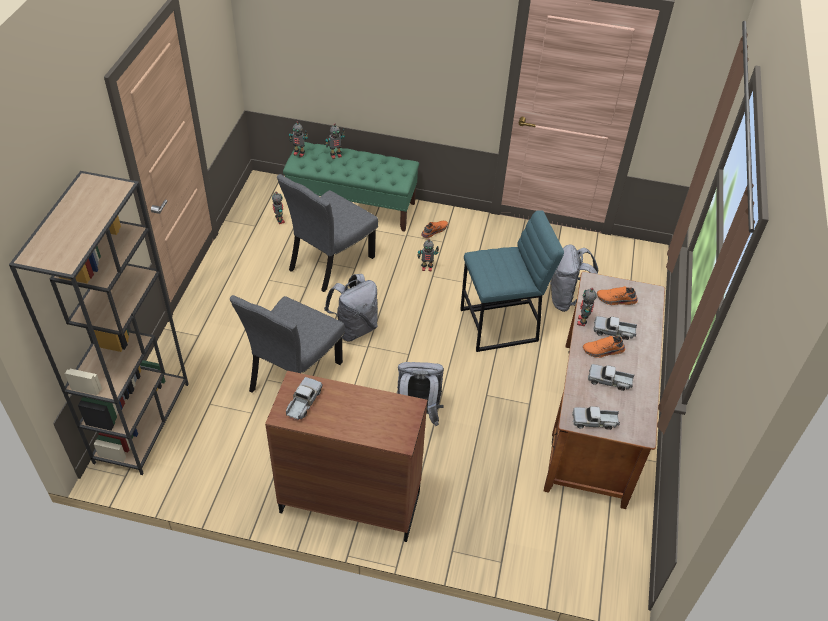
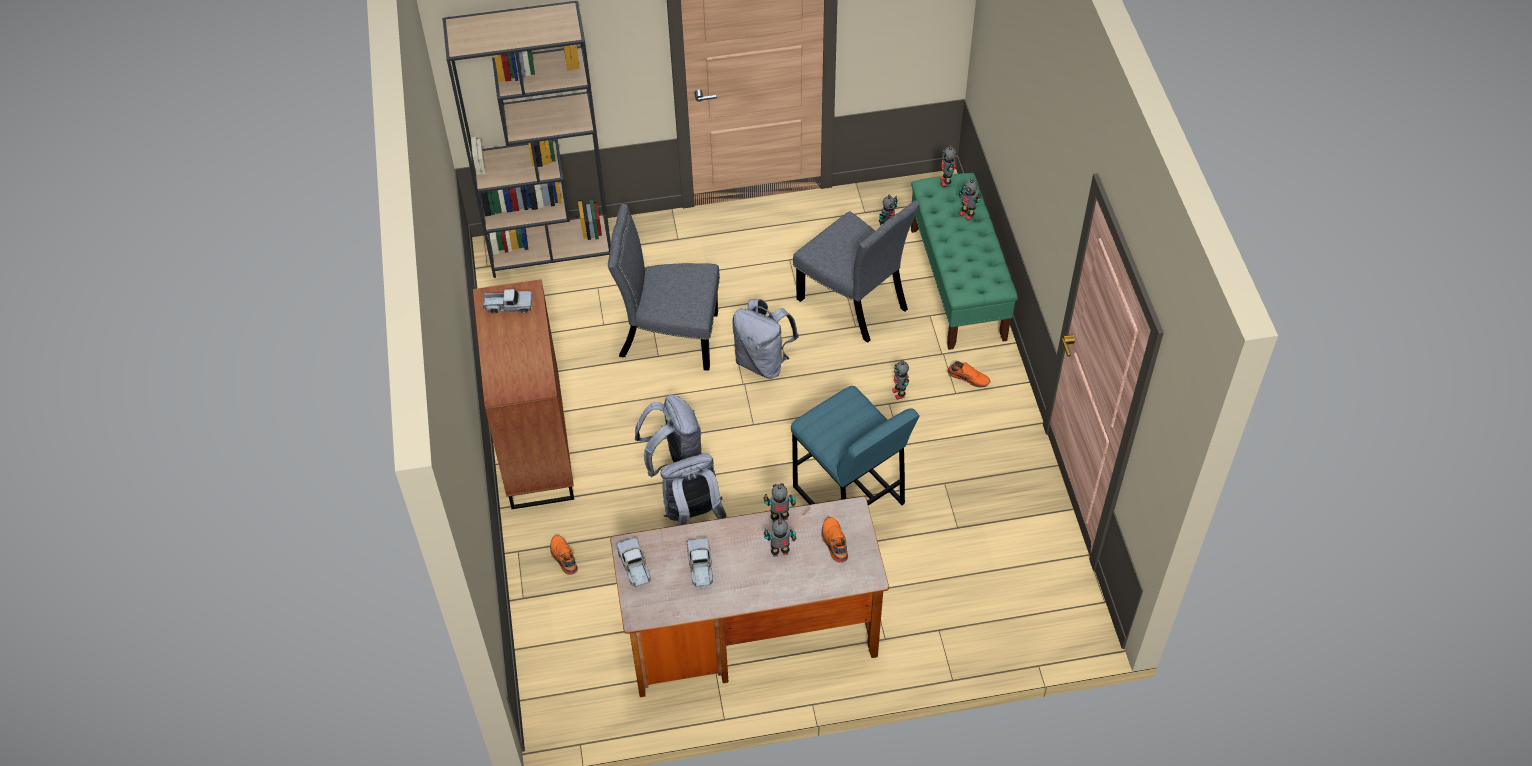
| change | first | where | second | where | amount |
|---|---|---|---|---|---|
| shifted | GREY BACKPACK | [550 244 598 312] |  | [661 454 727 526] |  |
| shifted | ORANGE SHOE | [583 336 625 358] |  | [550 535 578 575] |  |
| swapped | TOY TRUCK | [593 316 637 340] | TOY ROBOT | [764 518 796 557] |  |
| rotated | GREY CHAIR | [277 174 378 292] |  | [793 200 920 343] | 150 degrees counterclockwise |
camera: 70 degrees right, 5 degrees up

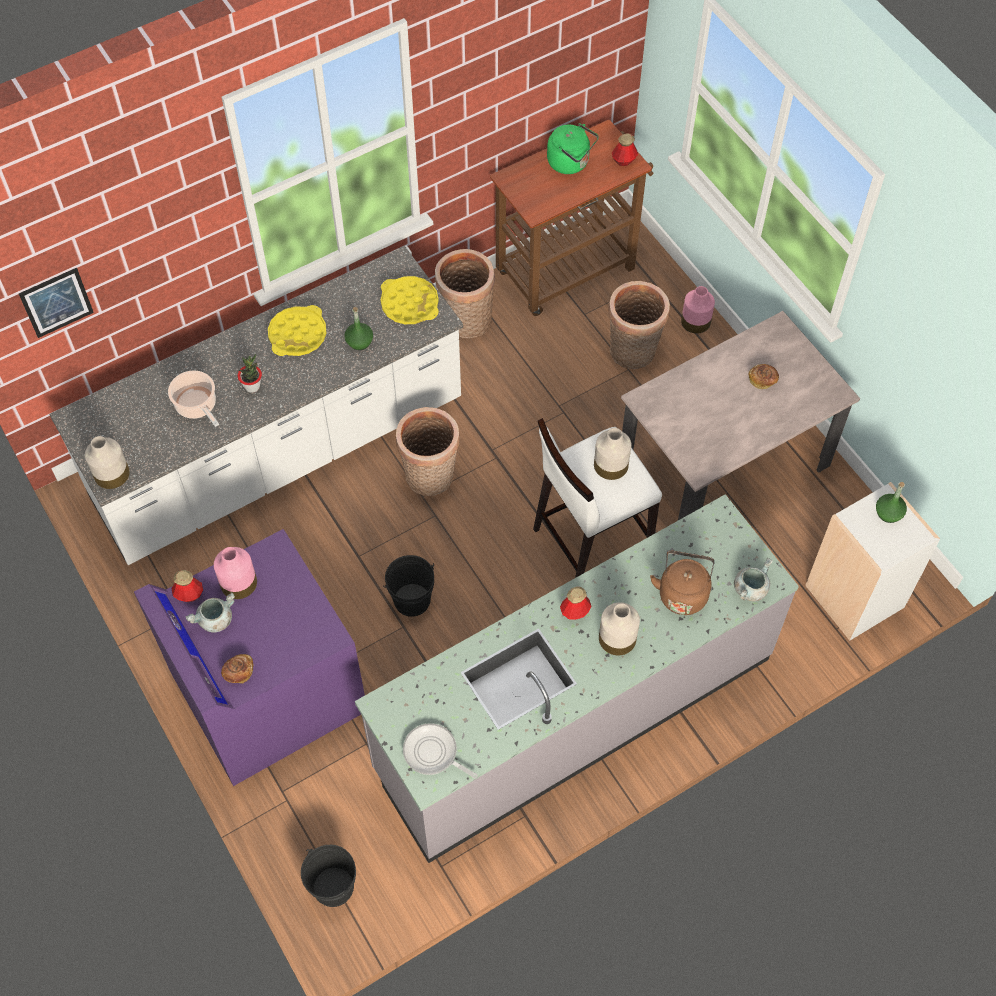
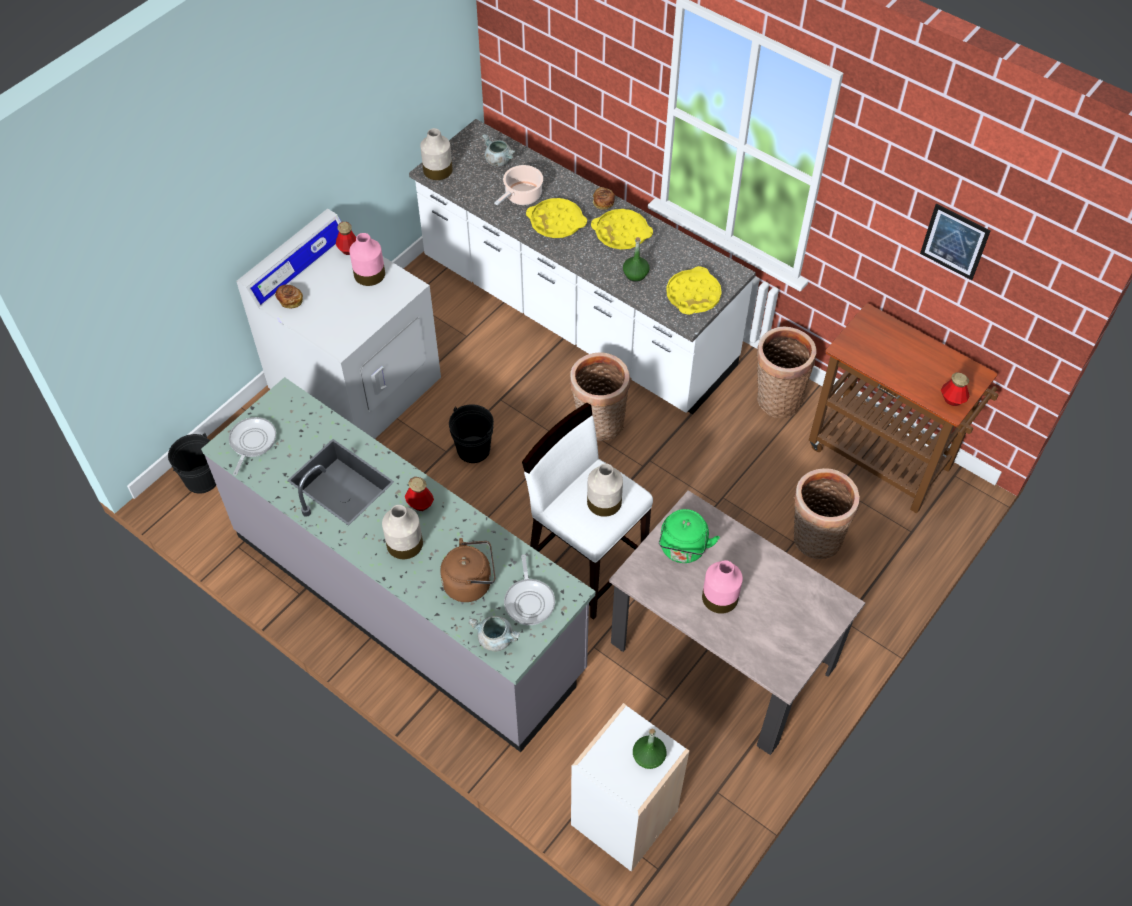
| change | first | where | second | where | amount |
|---|---|---|---|---|---|
| new |  |  | FRYING PAN | [504 554 555 625] |  |
| shifted | PICTURE | [19 268 94 338] |  | [920 204 990 280] |  |
| shifted | GREY COOKING POT | [185 592 235 632] |  | [482 134 515 167] |  |
| shifted | GREEN KETTLE | [547 123 599 174] |  | [659 509 720 563] |  |
| shifted | PINK VASE | [681 286 715 333] |  | [702 560 743 614] |  |
| shifted | BREAD | [749 364 779 389] |  | [593 187 615 210] |  |
| swapped | POTTED PLANT | [238 354 262 393] | YELLOW TRAY | [526 198 587 238] |  |
| repainted | PURPLE WASHING MACHINE | [134 529 365 786] | WHITE WASHING MACHINE | [236 208 441 439] |  |
camera: 70 degrees right, 5 degrees down

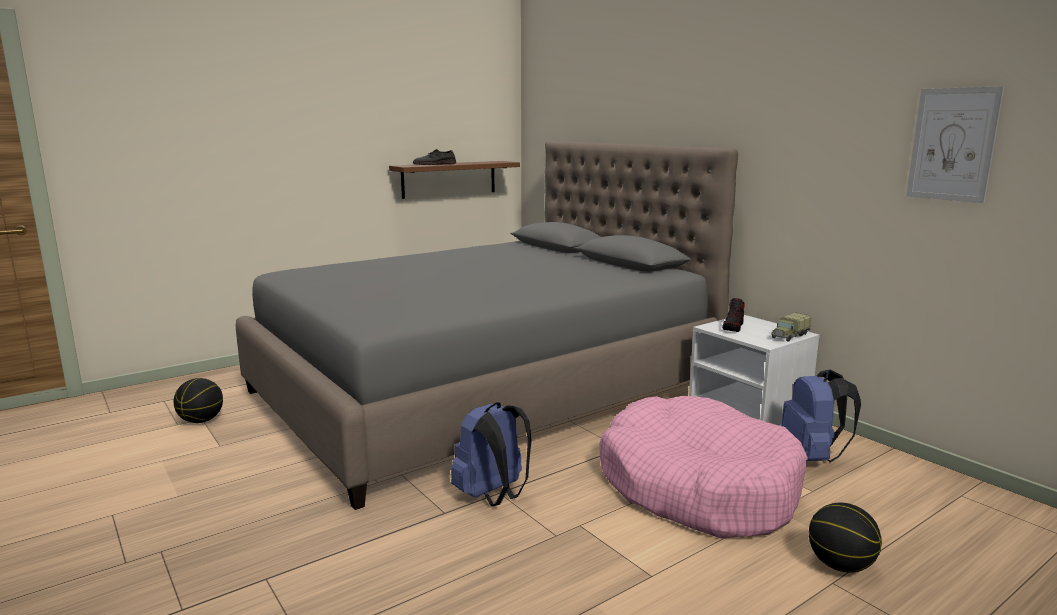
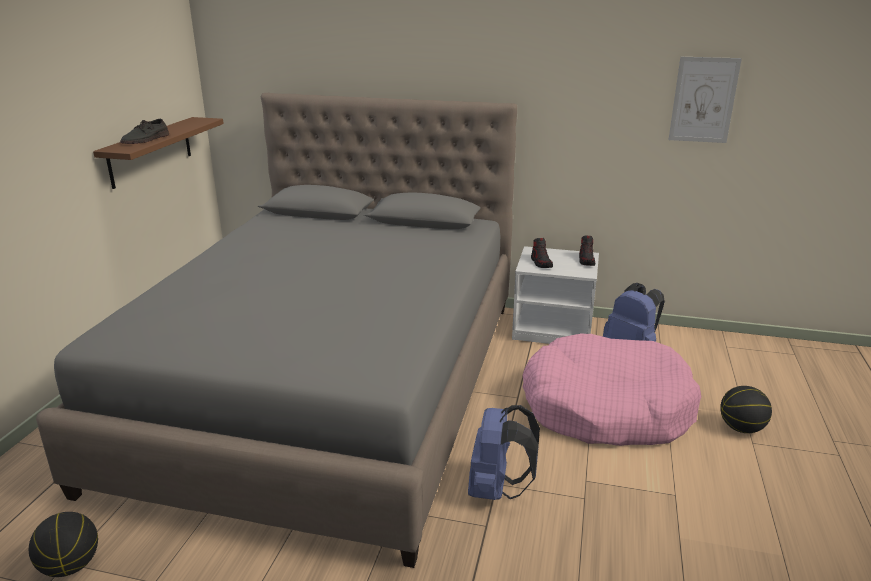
| change | first | where | second | where | amount |
|---|---|---|---|---|---|
| swapped | TOY TRUCK | [771 312 811 342] | SHOE | [579 236 595 266] |  |
camera: 40 degrees left, 10 degrees up

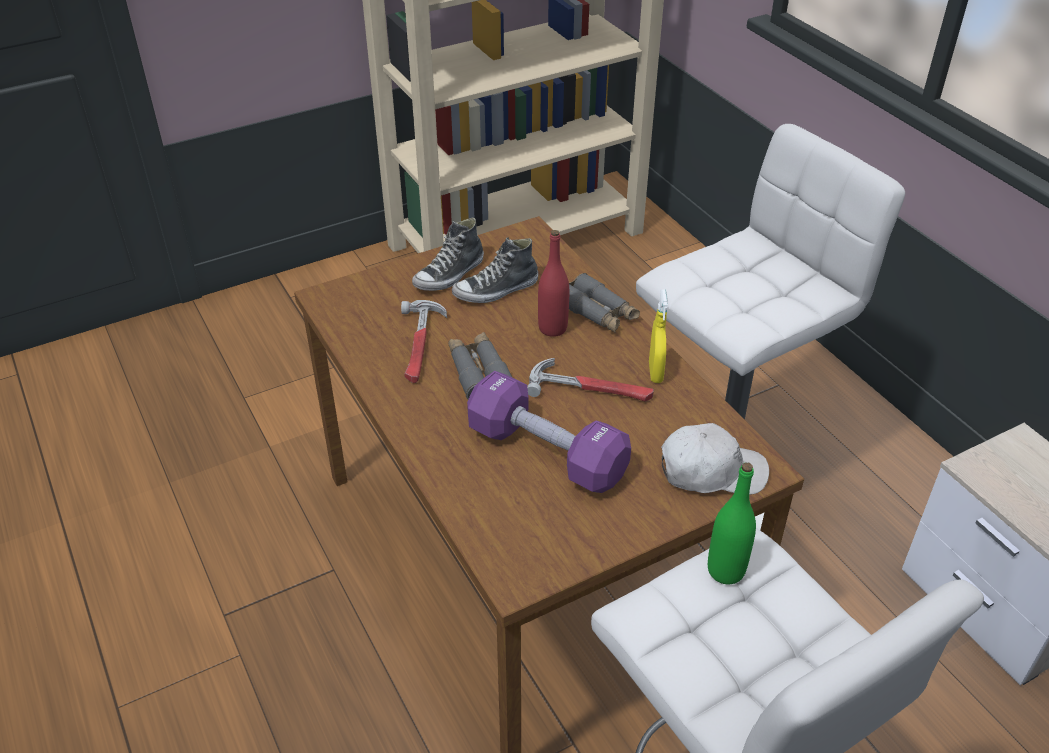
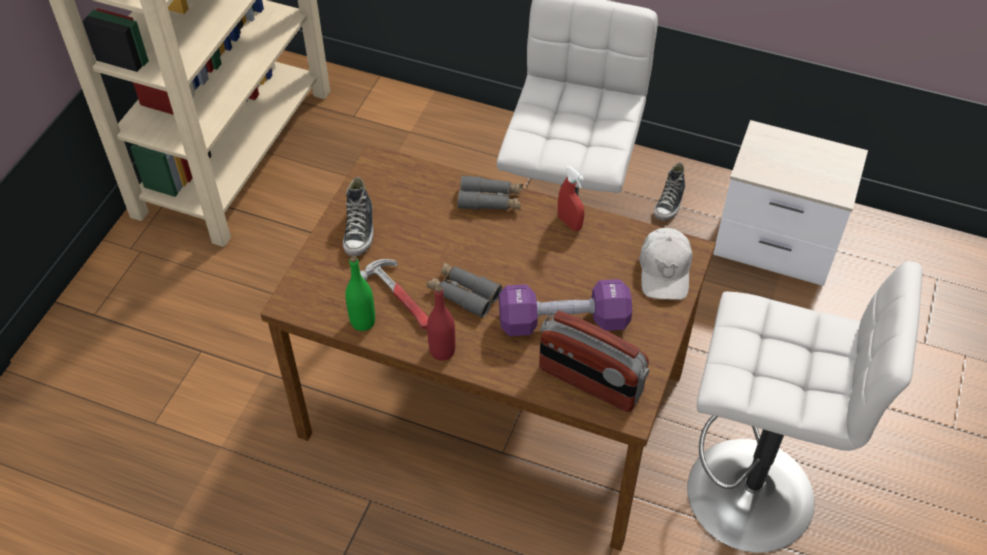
| change | first | where | second | where | amount |
|---|---|---|---|---|---|
| gone | HAMMER | [527 358 654 402] |  |  |  |
| new |  |  | RADIO | [539 311 649 412] |  |
| shifted | SHOE | [452 237 538 303] |  | [654 163 685 221] |  |
| shifted | RED BOTTLE | [538 230 569 337] |  | [427 286 456 361] |  |
| shifted | GREEN BOTTLE | [708 462 756 584] |  | [345 256 375 331] |  |
| repainted | YELLOW SPRAY BOTTLE | [649 289 668 383] | RED SPRAY BOTTLE | [558 166 584 231] |  |
| rotated | WHITE CAP | [661 423 769 495] |  | [639 228 693 300] | 135 degrees clockwise |
camera: 40 degrees left, 10 degrees up

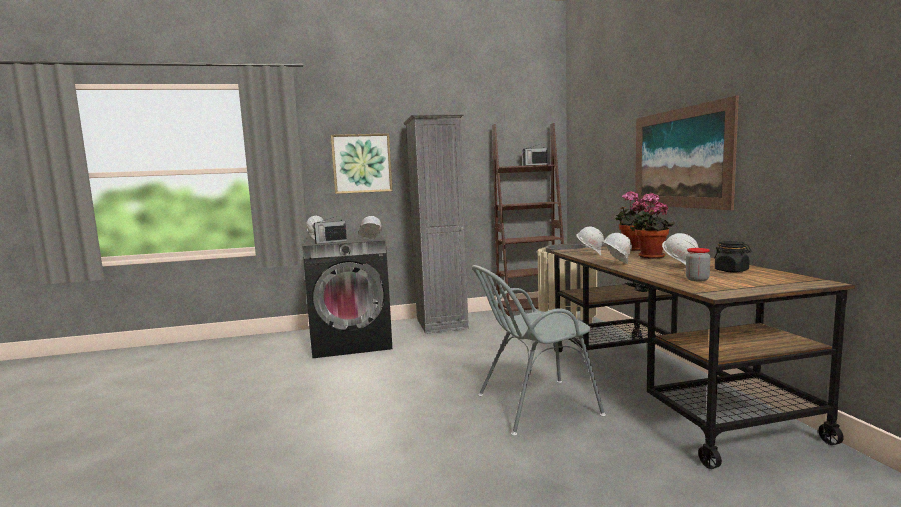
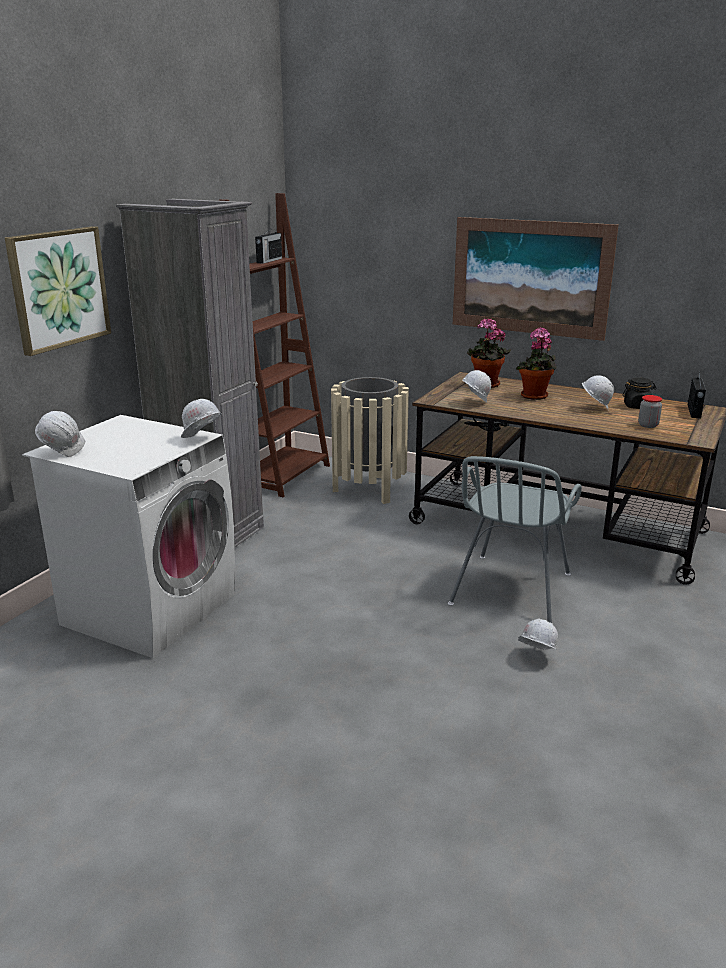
| change | first | where | second | where | amount |
|---|---|---|---|---|---|
| shifted | RADIO | [313 216 347 244] |  | [688 373 706 419] |  |
| shifted | WHITE HARD HAT | [602 233 632 264] |  | [518 619 558 650] |  |
| repainted | BLACK WASHING MACHINE | [303 233 392 359] | WHITE WASHING MACHINE | [22 415 235 658] |  |
camera: 50 degrees left, 15 degrees up

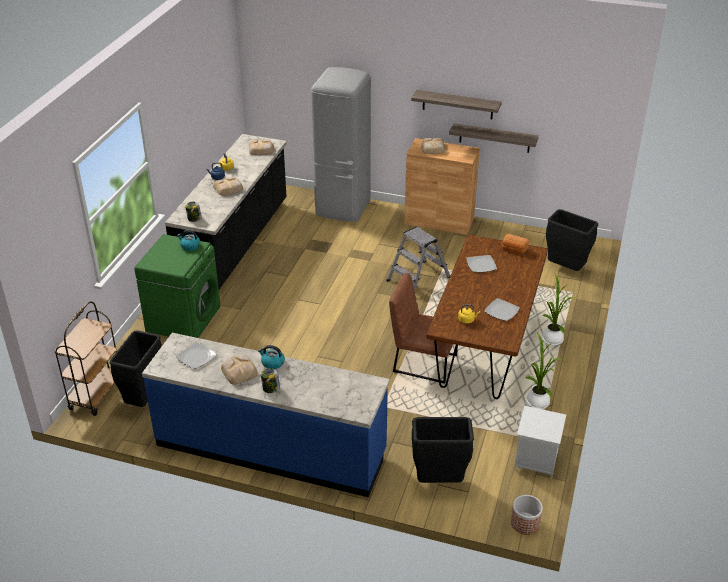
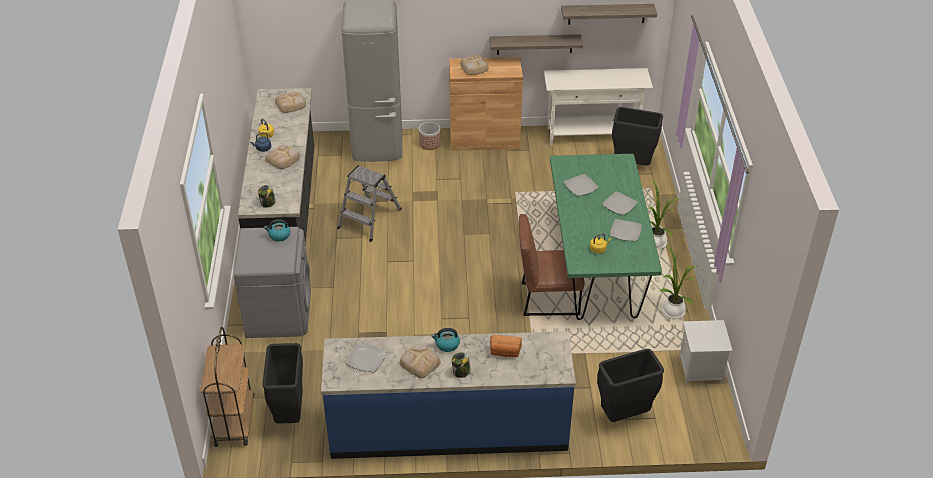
| change | first | where | second | where | amount |
|---|---|---|---|---|---|
| new |  |  | WHITE CONSOLE TABLE | [544 68 653 146] |  |
| new |  |  | PLATE | [602 191 638 215] |  |
| shifted | GREY STEP LADDER | [386 226 450 291] |  | [337 165 402 242] |  |
| shifted | SHELF | [411 90 502 119] |  | [561 4 657 25] |  |
| shifted | BREAD | [502 234 529 254] |  | [490 335 522 357] |  |
| shifted | PLANTER | [511 495 543 535] |  | [419 122 441 150] |  |
| repainted | GREEN WASHING MACHINE | [134 234 221 338] | GREY WASHING MACHINE | [234 227 311 338] |  |
| repainted | BROWN DINING TABLE | [426 235 548 399] | GREEN DINING TABLE | [550 154 662 320] |  |
camera: 20 degrees left, 5 degrees up

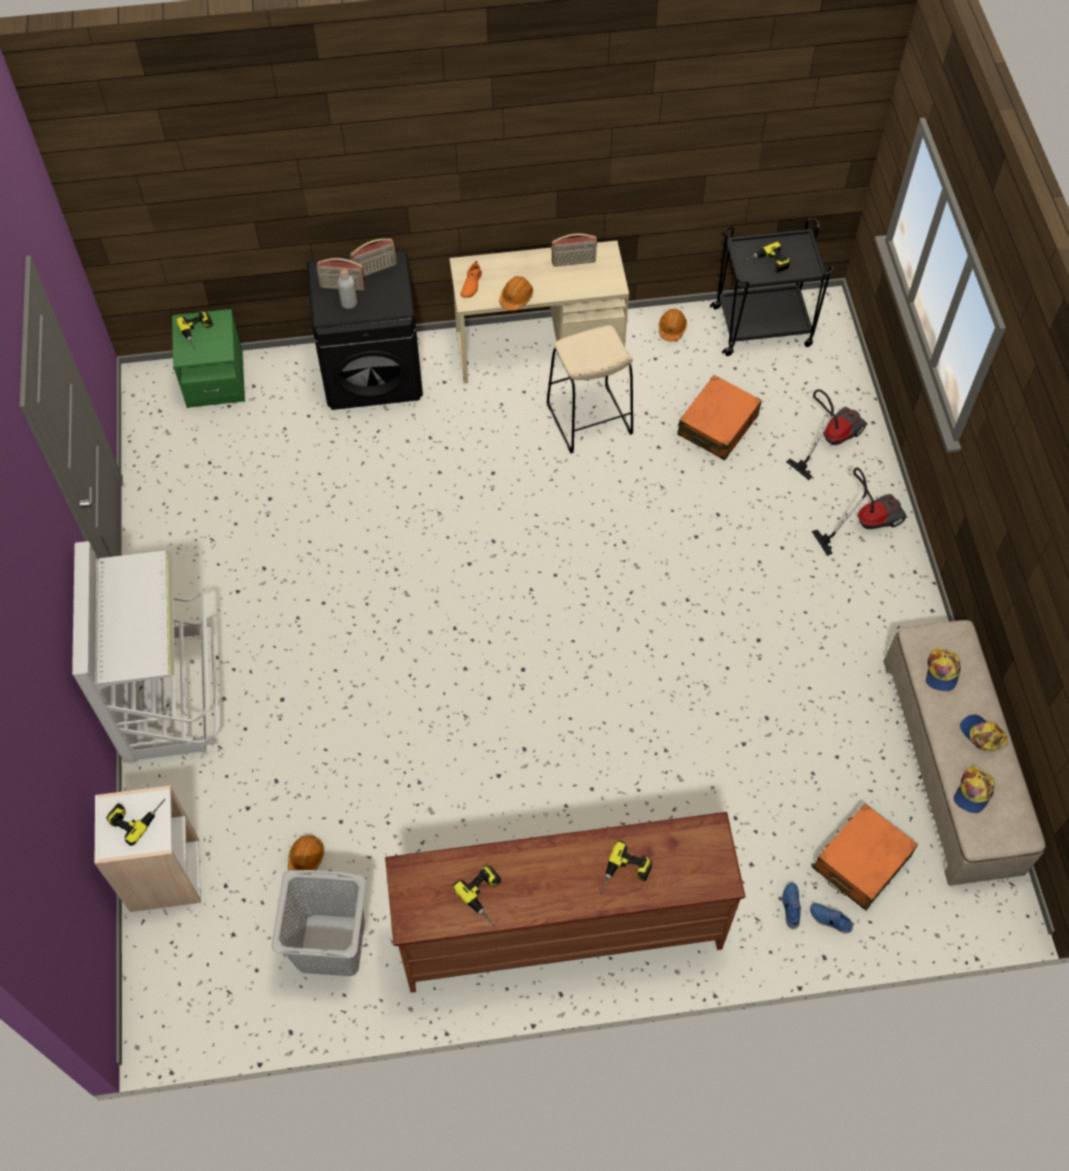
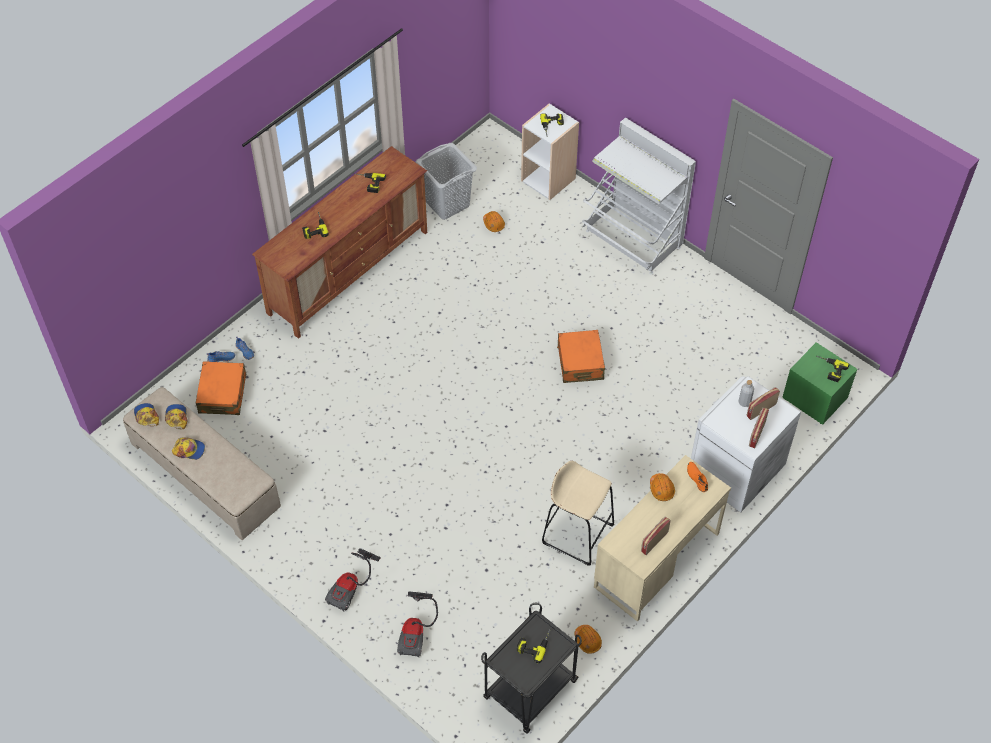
| change | first | where | second | where | amount |
|---|---|---|---|---|---|
| shifted | ORANGE SUITCASE | [677 375 762 460] |  | [557 330 605 383] |  |
| shifted | CAP | [926 648 961 691] |  | [134 403 159 426] |  |
| repainted | BLACK WASHING MACHINE | [307 251 423 410] | WHITE WASHING MACHINE | [691 376 801 512] |  |
camera: 140 degrees right, 5 degrees down

